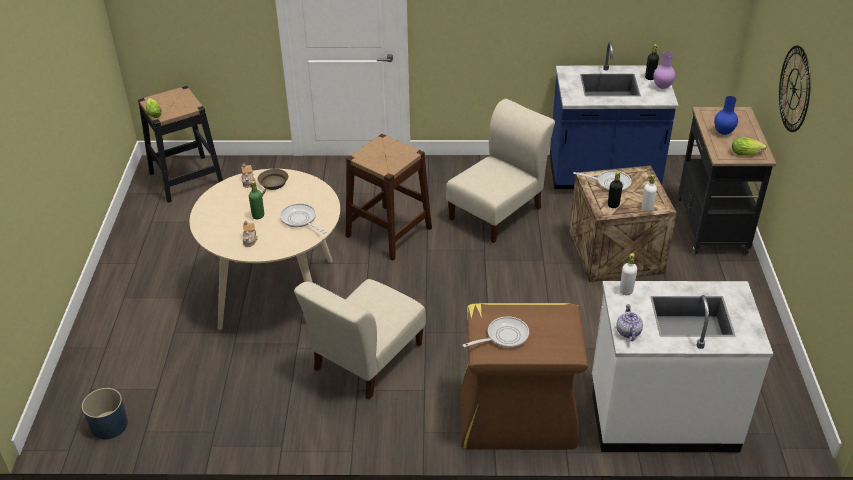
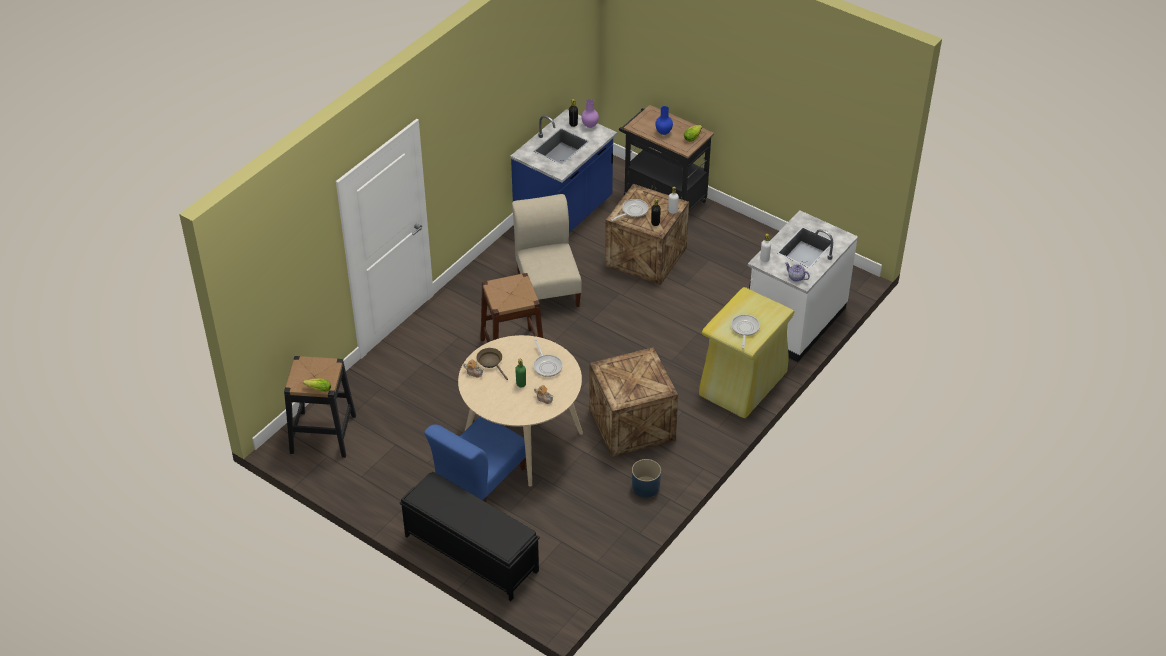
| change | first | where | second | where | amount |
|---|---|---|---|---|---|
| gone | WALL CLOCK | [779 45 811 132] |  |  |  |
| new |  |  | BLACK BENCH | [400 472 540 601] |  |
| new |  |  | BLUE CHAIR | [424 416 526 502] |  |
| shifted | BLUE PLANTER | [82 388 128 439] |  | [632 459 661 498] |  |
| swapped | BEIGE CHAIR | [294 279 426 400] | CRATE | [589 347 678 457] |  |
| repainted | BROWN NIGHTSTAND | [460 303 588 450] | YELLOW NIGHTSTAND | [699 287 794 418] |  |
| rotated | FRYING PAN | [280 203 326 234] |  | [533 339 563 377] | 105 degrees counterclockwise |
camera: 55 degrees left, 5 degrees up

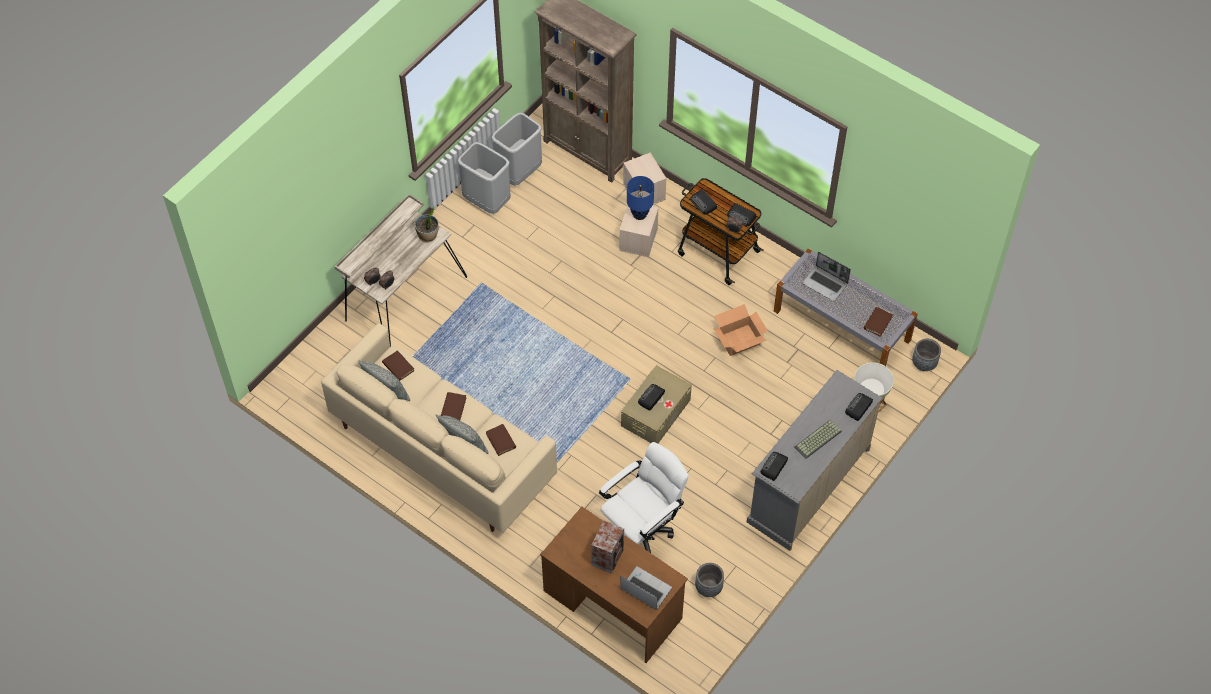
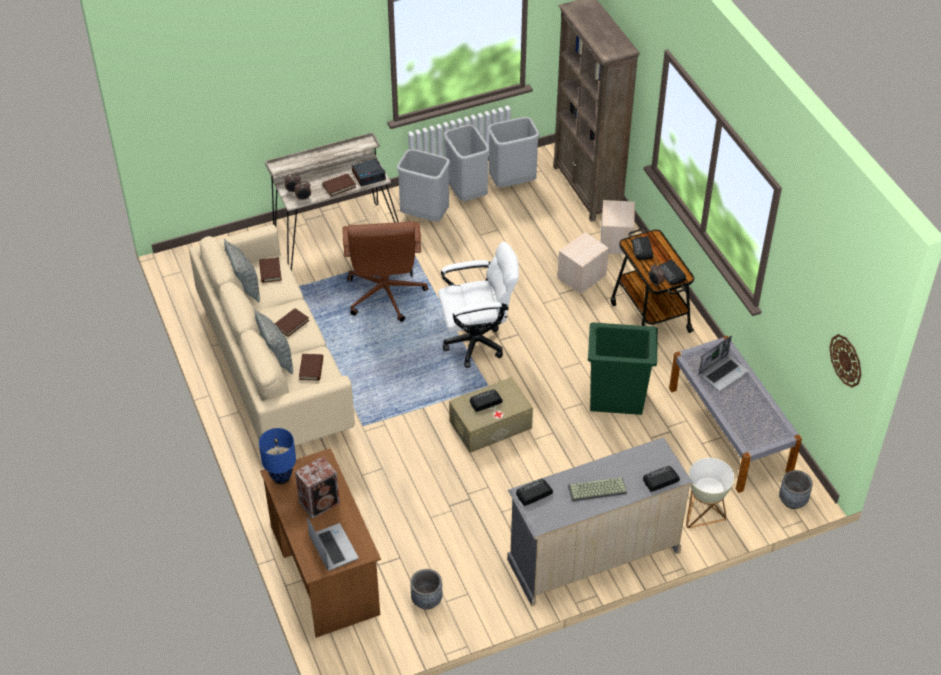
| change | first | where | second | where | amount |
|---|---|---|---|---|---|
| new |  |  | BROWN OFFICE CHAIR | [343 221 428 322] |  |
| new |  |  | GREY TRASH CAN | [397 149 450 221] |  |
| new |  |  | WALL CLOCK | [829 334 861 388] |  |
| shifted | WHITE OFFICE CHAIR | [599 442 689 553] |  | [438 242 519 368] |  |
| shifted | BLUE TABLE LAMP | [627 176 654 220] |  | [259 428 296 484] |  |
| shifted | BROWN BOOK | [864 307 893 337] |  | [322 173 356 197] |  |
| swapped | POTTED PLANT | [414 207 439 243] | ALARM CLOCK | [352 158 386 187] |  |
| swapped | CARDBOARD BOX | [713 304 768 356] | GREEN TRASH CAN | [588 323 658 415] |  |
| rotated | LAPTOP | [802 251 851 301] |  | [698 336 749 391] | 105 degrees counterclockwise |
camera: 30 degrees right, 10 degrees down

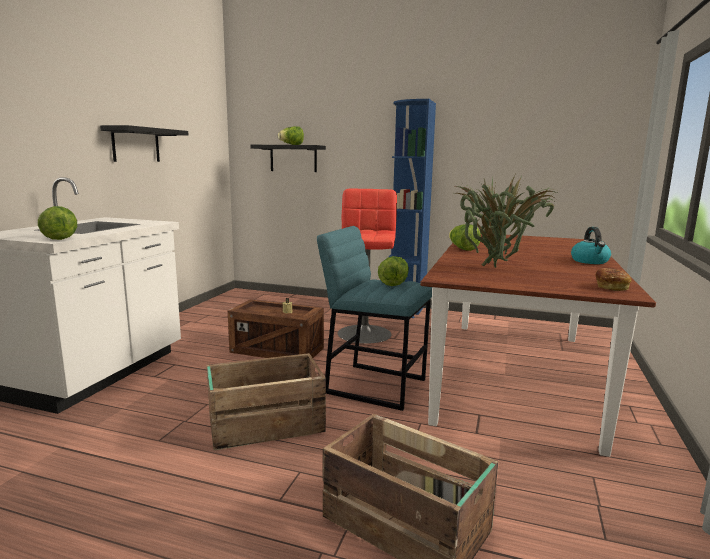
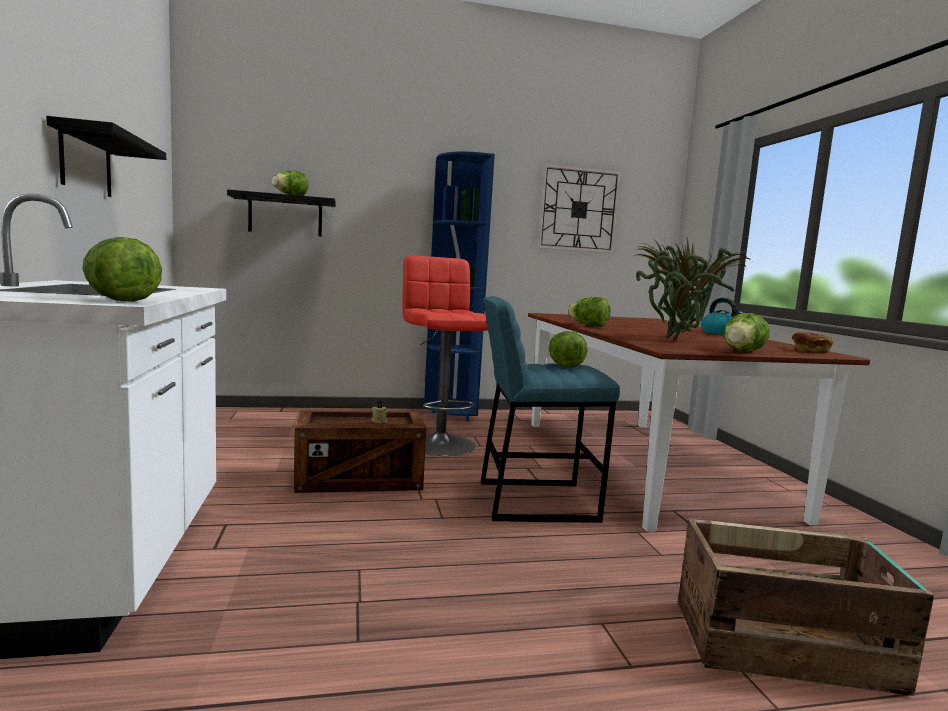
| change | first | where | second | where | amount |
|---|---|---|---|---|---|
| gone | CRATE | [207 353 326 450] |  |  |  |
| new |  |  | WALL CLOCK | [537 164 621 253] |  |
| new |  |  | LETTUCE | [724 313 770 352] |  |
camera: 30 degrees left, 5 degrees down

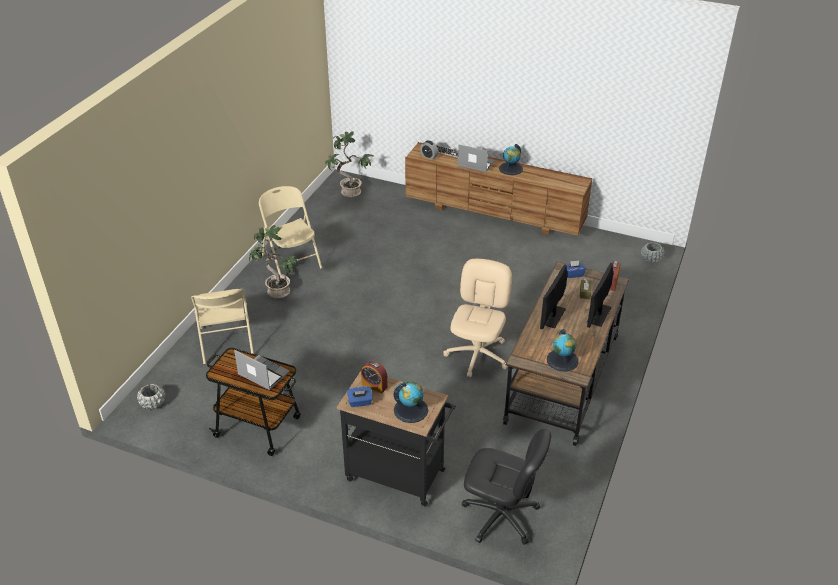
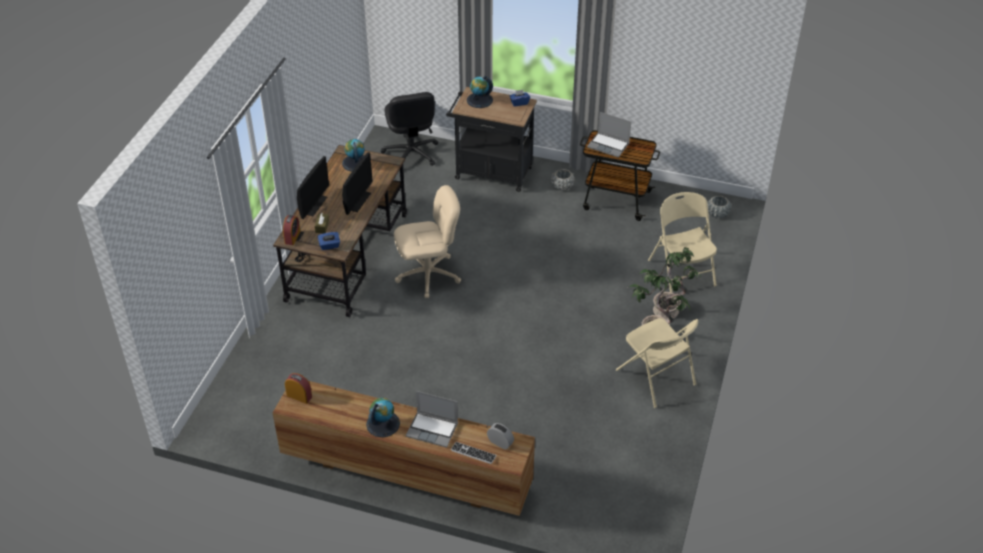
| change | first | where | second | where | amount |
|---|---|---|---|---|---|
| shifted | POTTED PLANT | [325 131 375 197] |  | [640 247 701 320] |  |
| shifted | ALARM CLOCK | [361 360 388 393] |  | [285 373 312 404] |  |
| shifted | GREY PLANTER | [641 242 665 263] |  | [551 169 575 191] |  |
| rotated | BEIGE OFFICE CHAIR | [443 259 512 377] |  | [394 185 461 298] | 120 degrees counterclockwise |
| rotated | BLACK OFFICE CHAIR | [462 429 551 545] |  | [381 92 438 171] | 120 degrees counterclockwise |
camera: 175 degrees right, 5 degrees up

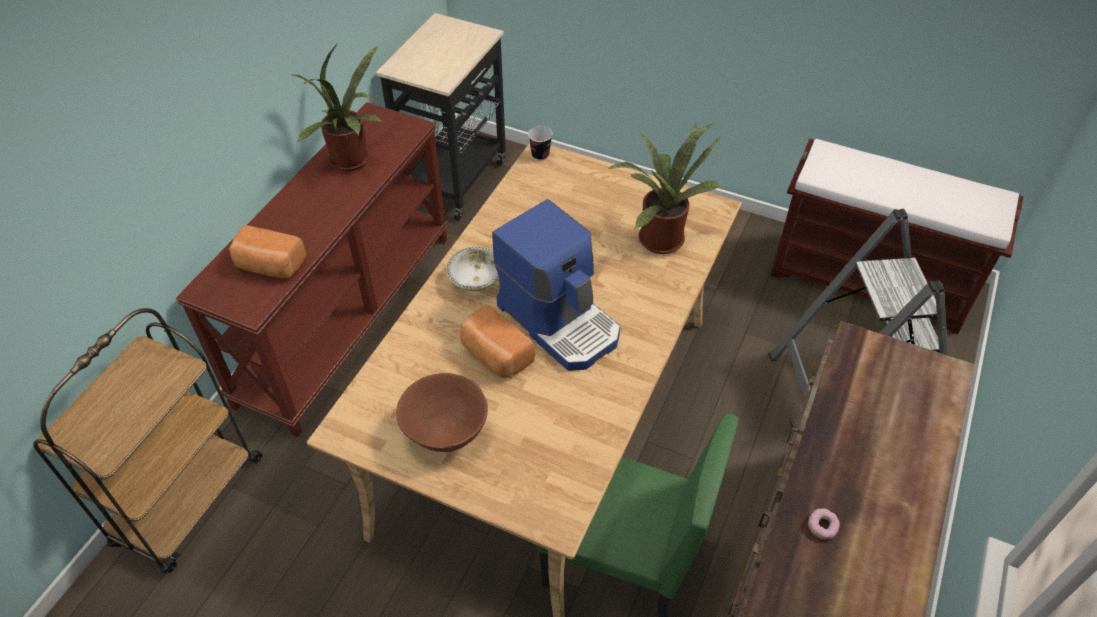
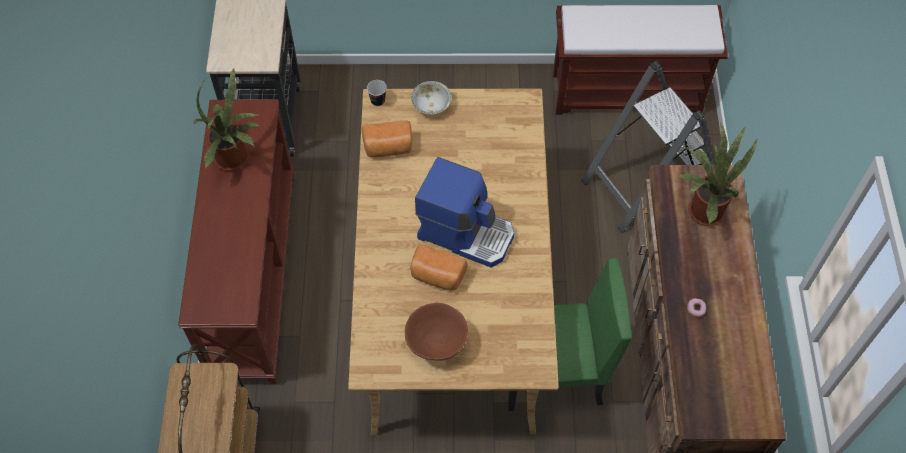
| change | first | where | second | where | amount |
|---|---|---|---|---|---|
| shifted | BREAD | [229 225 306 278] |  | [362 120 412 157] |  |
| shifted | BOWL | [446 246 499 291] |  | [411 81 452 115] |  |
| shifted | POTTED PLANT | [607 123 722 254] |  | [679 124 758 226] |  |
camera: 25 degrees left, 10 degrees up

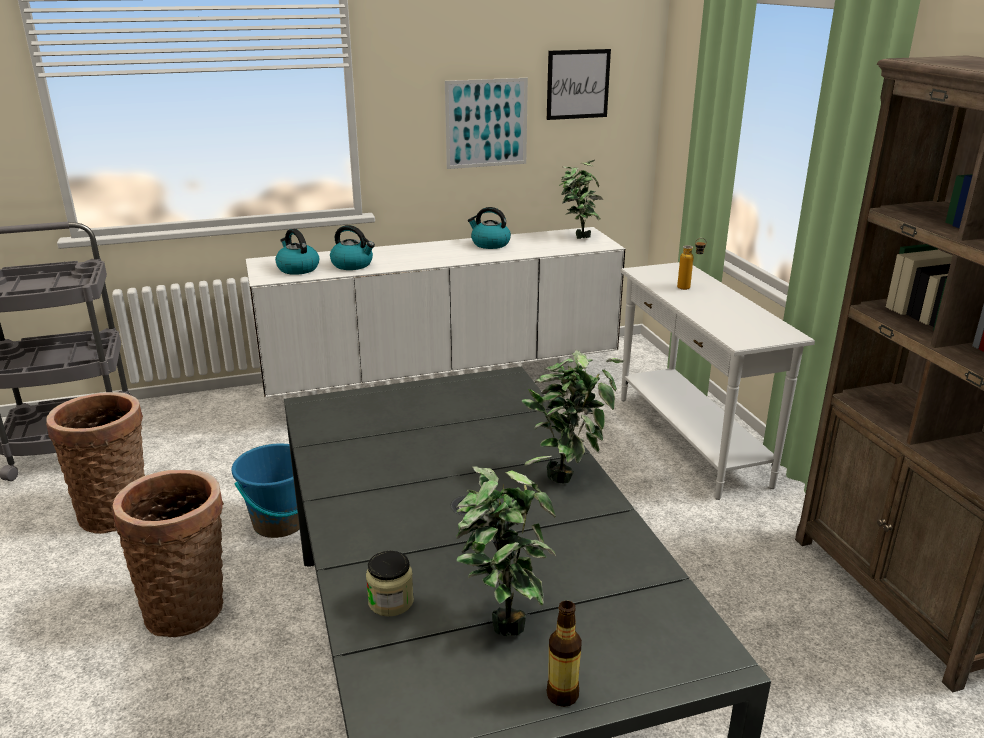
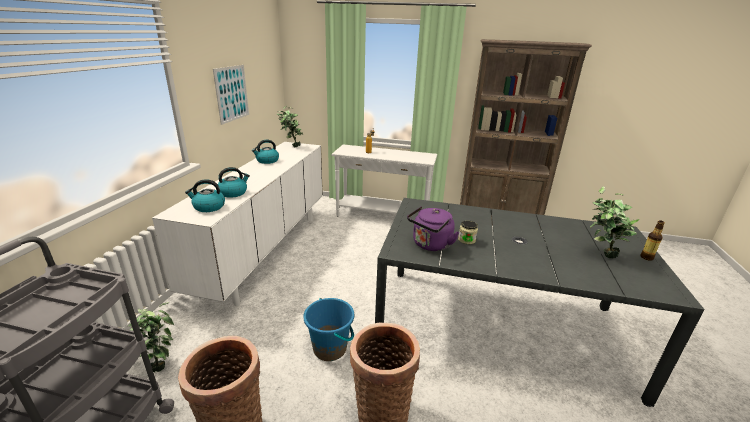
| change | first | where | second | where | amount |
|---|---|---|---|---|---|
| gone | PICTURE | [547 49 611 120] |  |  |  |
| new |  |  | PURPLE KETTLE | [407 206 460 251] |  |
| shifted | JAR | [366 551 414 617] |  | [458 220 478 244] |  |
| shifted | POTTED PLANT | [522 350 624 484] |  | [127 302 174 372] |  |
camera: 60 degrees left, 0 degrees up

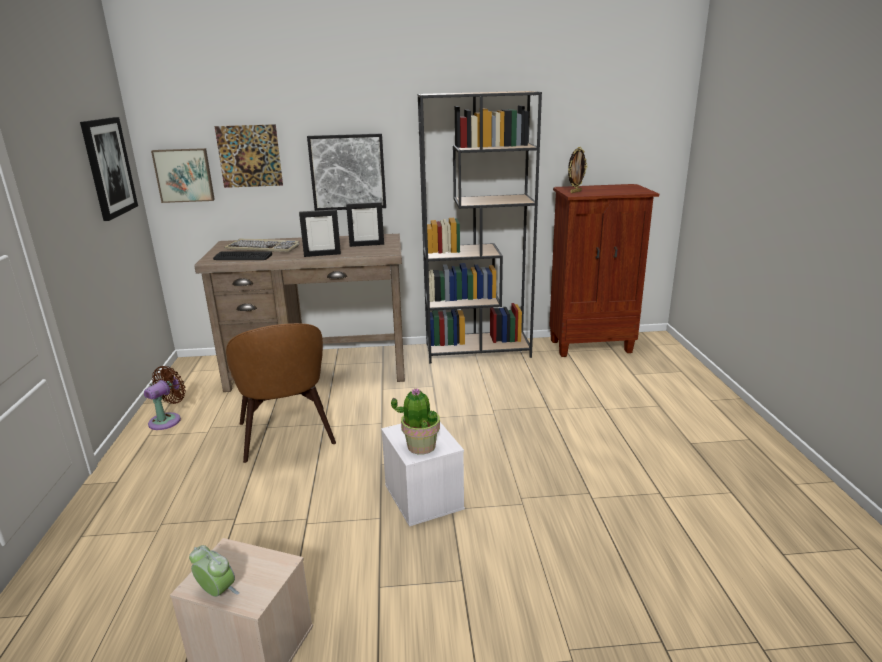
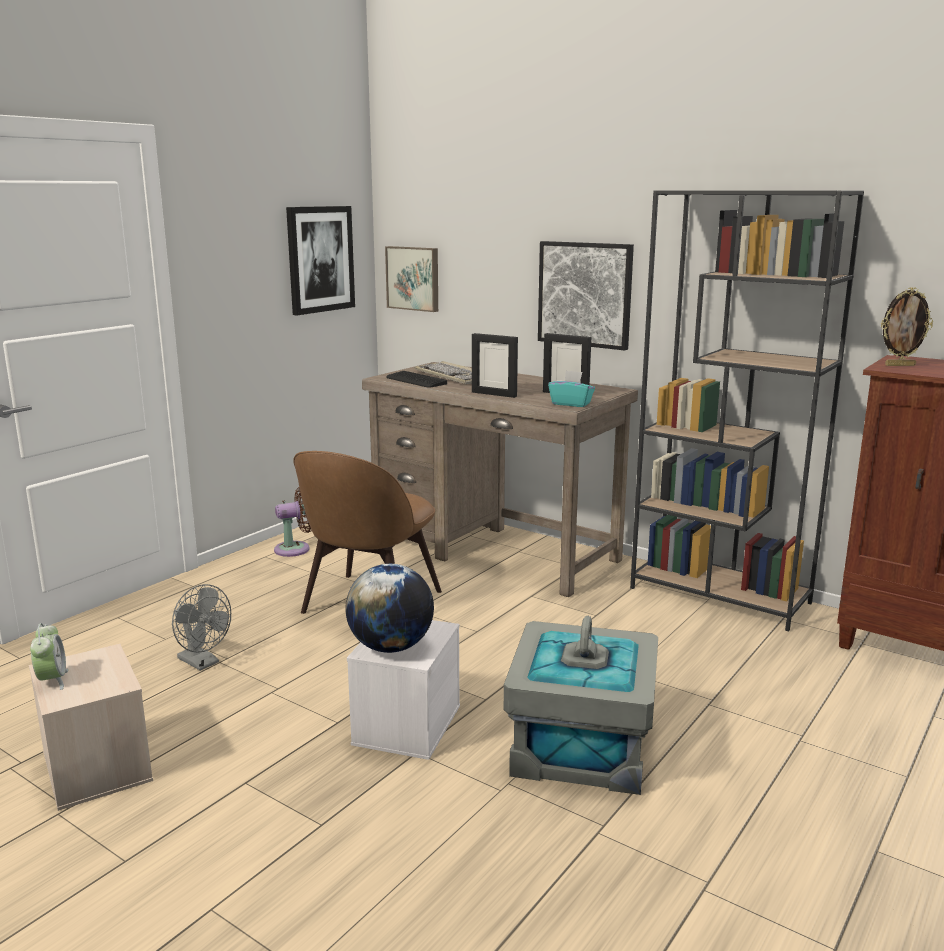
| change | first | where | second | where | amount |
|---|---|---|---|---|---|
| gone | PICTURE | [215 124 283 188] |  |  |  |
| new |  |  | GREY FAN | [172 584 231 671] |  |
| new |  |  | GREY STORAGE BOX | [504 616 658 795] |  |
| new |  |  | TURQUOISE TISSUE BOX | [548 371 595 407] |  |
| swapped | POTTED PLANT | [391 388 440 455] | GLOBE | [345 564 434 653] |  |
camera: 40 degrees right, 5 degrees down

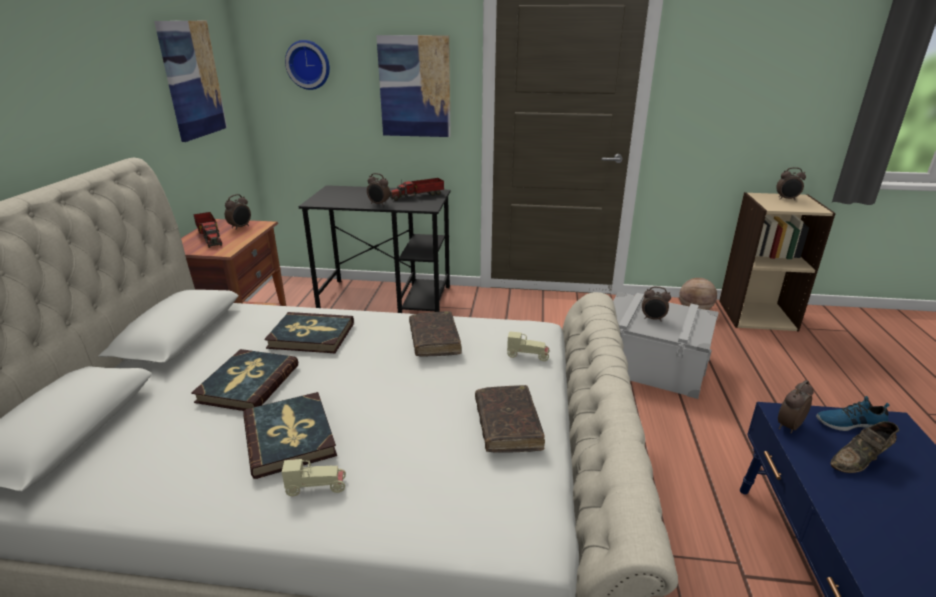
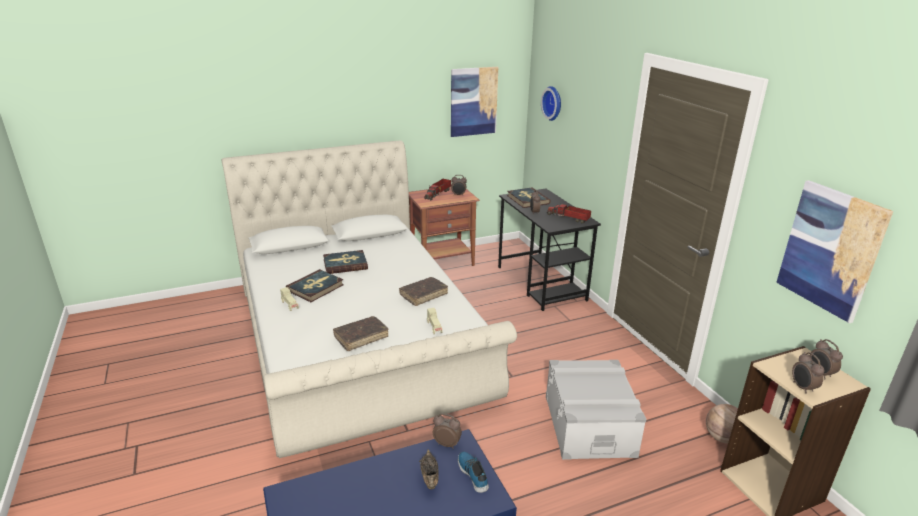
| change | first | where | second | where | amount |
|---|---|---|---|---|---|
| shifted | BOOK | [264 312 354 353] |  | [507 188 551 208] |  |
| shifted | PICTURE | [376 35 451 137] |  | [776 180 893 323] |  |
| shifted | ALARM CLOCK | [642 286 671 322] |  | [792 352 825 394] |  |
| rotated | BROWN SHOE | [830 421 899 473] |  | [419 449 439 490] | 45 degrees clockwise |
camera: 60 degrees right, 0 degrees up

